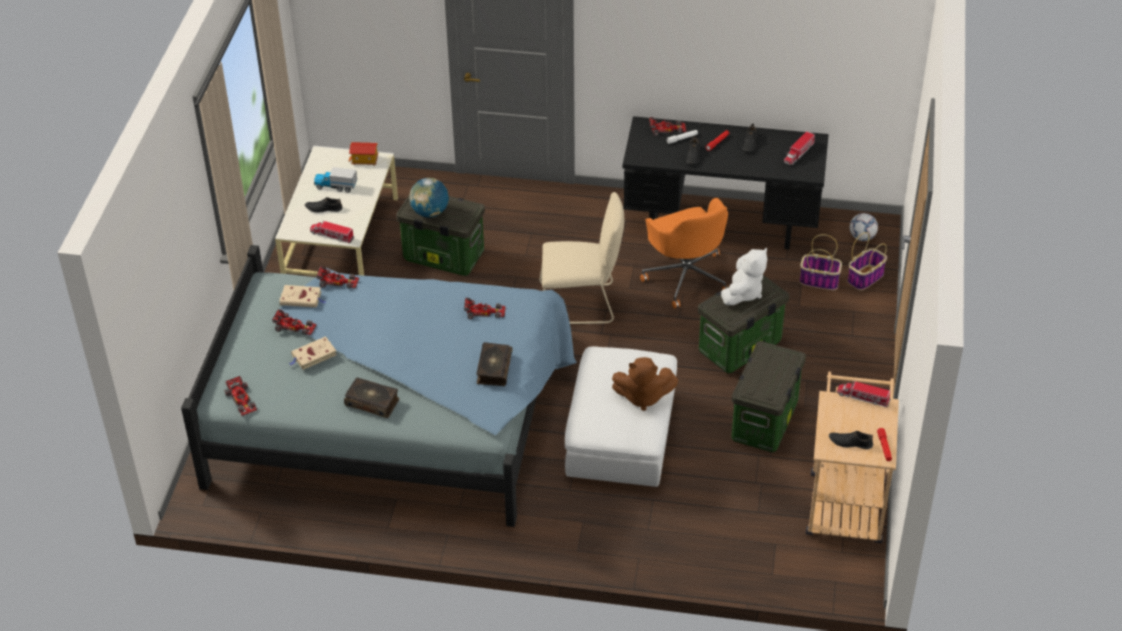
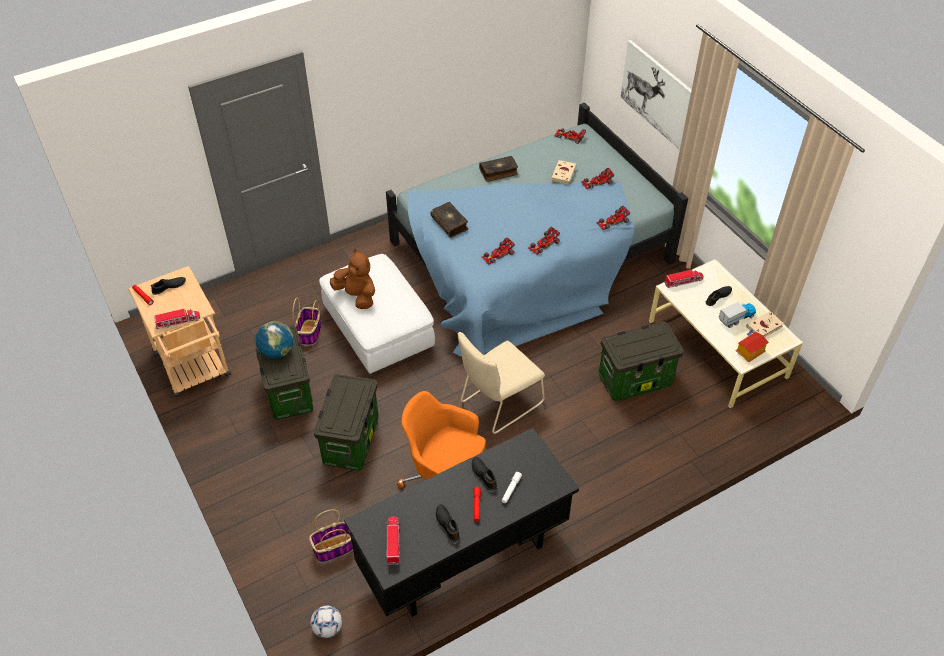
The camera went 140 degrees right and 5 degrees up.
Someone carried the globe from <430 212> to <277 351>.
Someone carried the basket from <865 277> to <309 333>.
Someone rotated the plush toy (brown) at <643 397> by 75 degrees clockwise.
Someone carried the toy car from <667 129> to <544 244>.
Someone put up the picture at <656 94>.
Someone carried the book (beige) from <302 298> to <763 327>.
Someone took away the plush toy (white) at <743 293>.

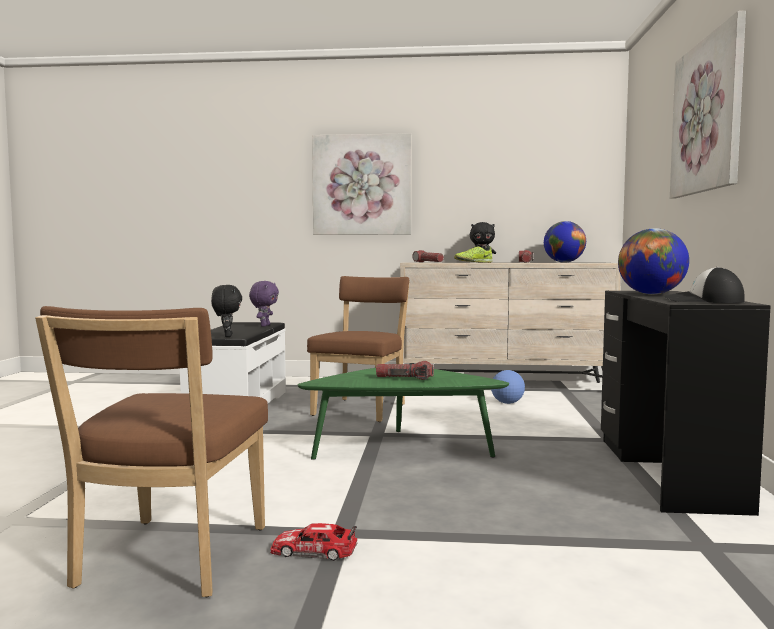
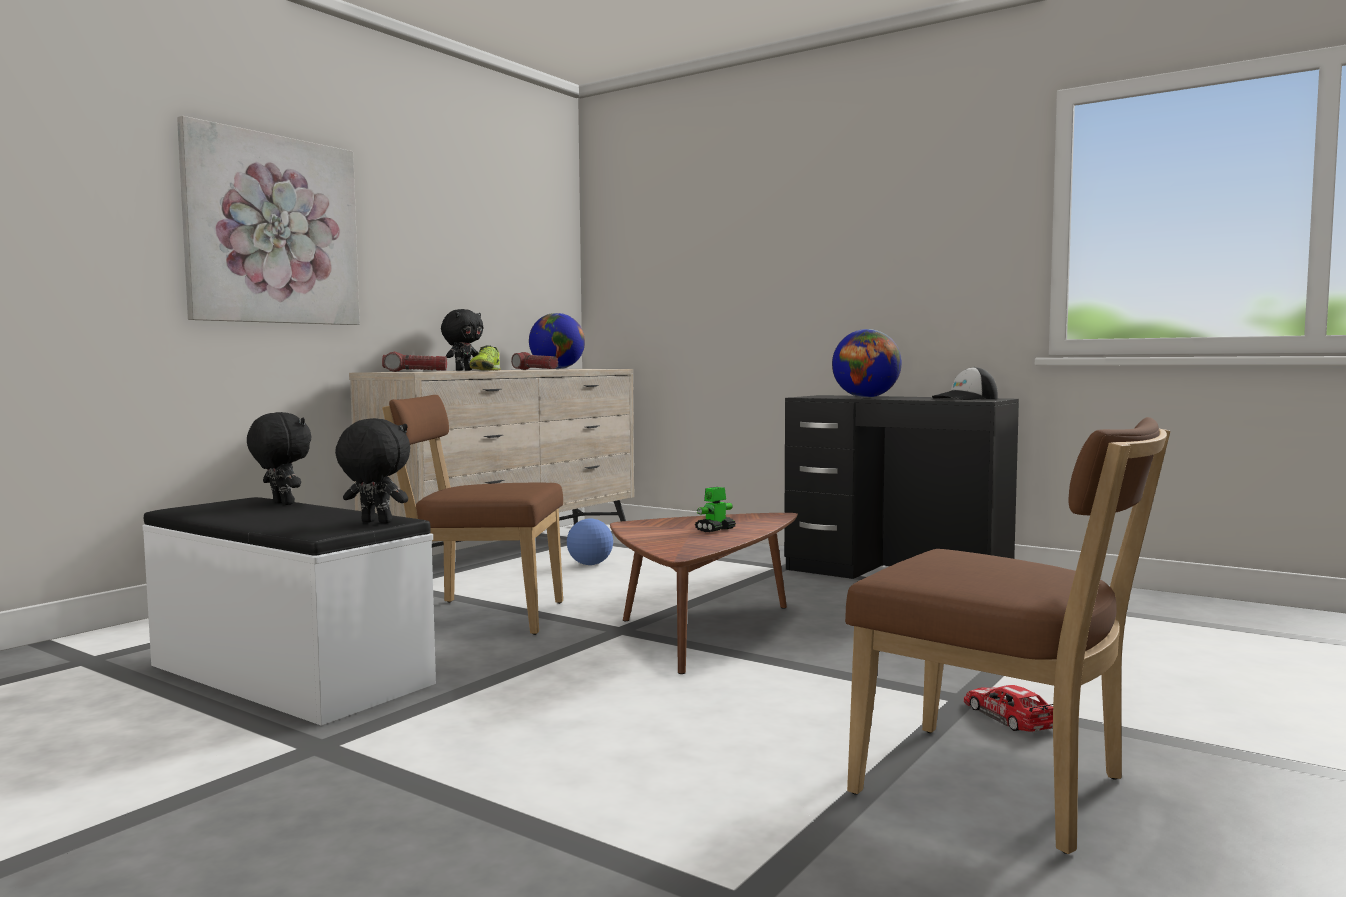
The camera went 60 degrees left and 0 degrees up.
Someone repainted the plush toy (purple) at <264 325>, which became the plush toy (black) at <281 503>.
Someone rotated the chair (brown) at <362 409> by 45 degrees counterclockwise.
Someone repainted the coffee table (green) at <401 448>, which became the coffee table (brown) at <701 631>.
Someone swapped the flashlight at <404 378> for the toy robot at <715 530>.
Someone rotated the toy car at <314 551> by 120 degrees clockwise.
Someone took away the picture at <707 116>.

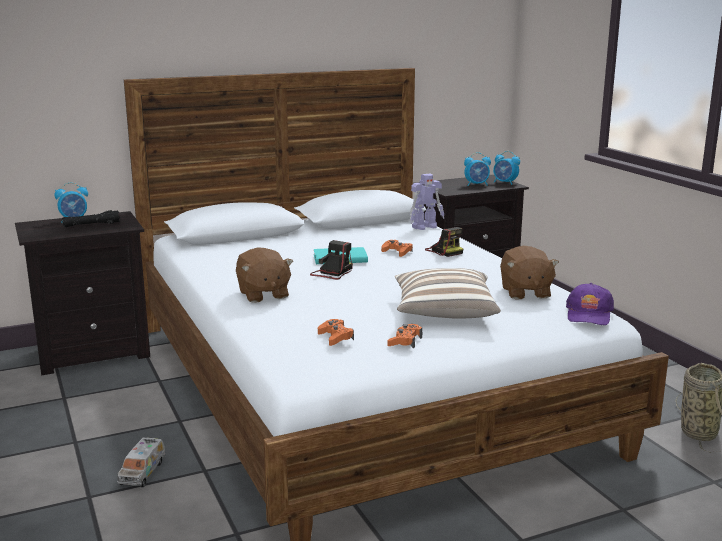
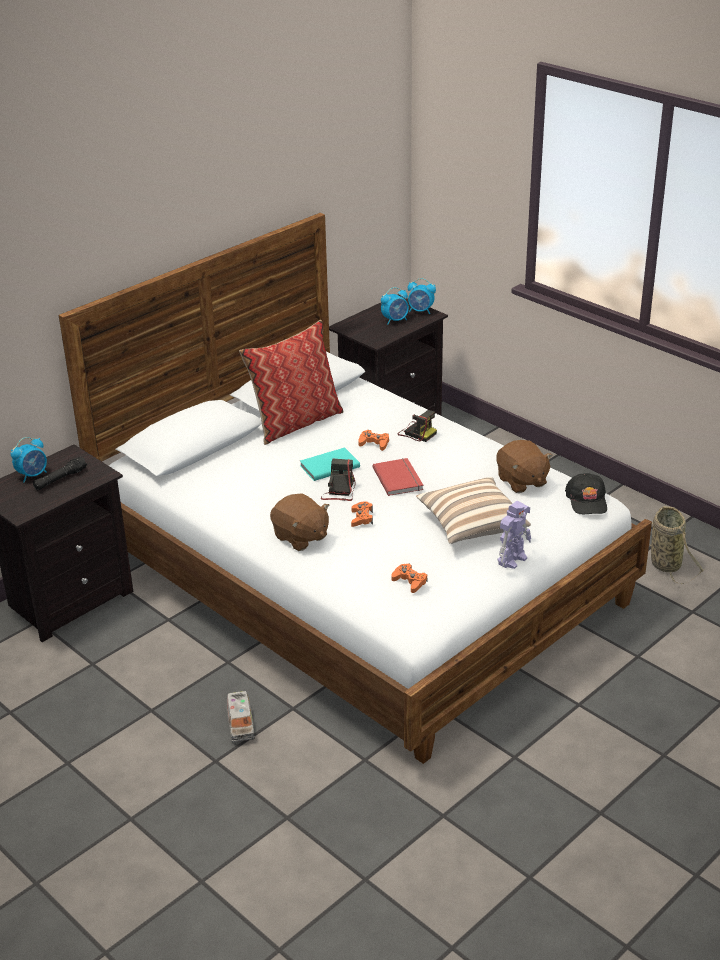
The camera went 20 degrees left and 15 degrees up.
Someone put down the pillow at <295 422>.
Someone carried the game controller (orange) from <405 341> to <362 518>.
Someone put down the book (red) at <399 478>.
Someone carried the toy robot from <425 226> to <512 559>.
Someone repainted the cap (purple) at <589 314>, which became the cap (black) at <587 500>.

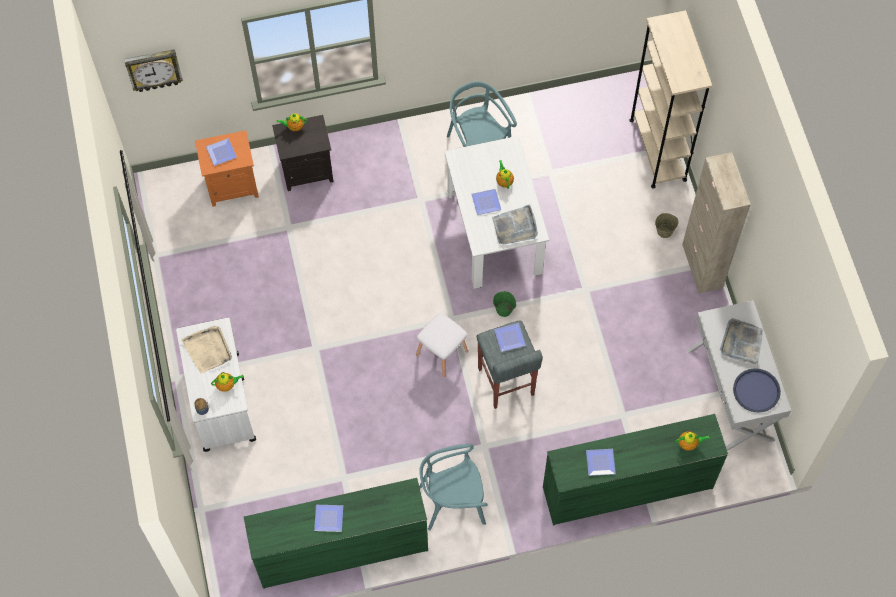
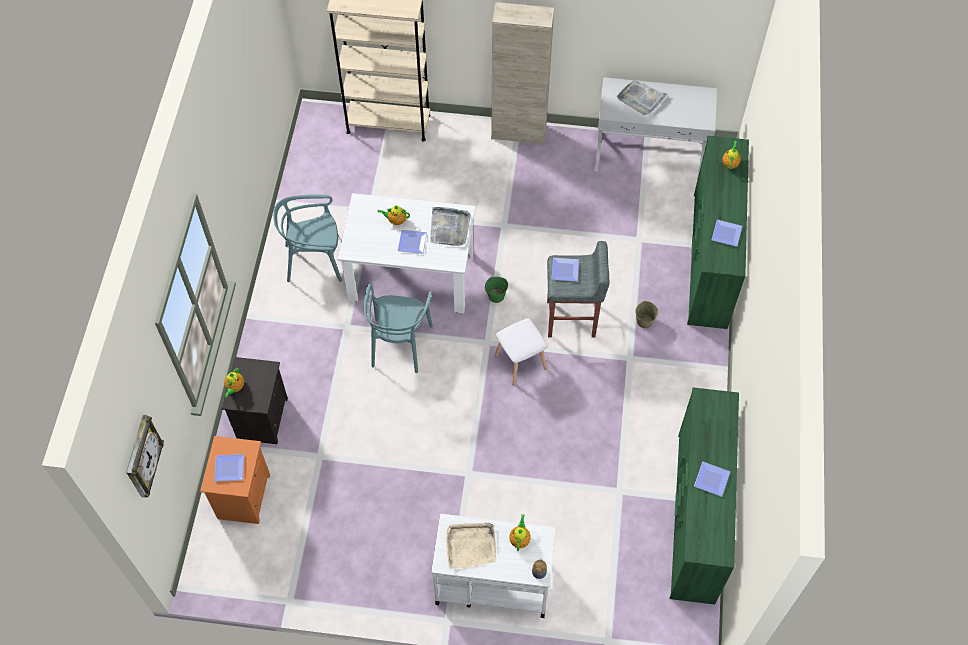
The camera went 70 degrees left and 5 degrees down.
Someone carried the chair (turquoise) from <452 502> to <399 344>.
Someone carried the bucket (beige) from <665 231> to <644 321>.
Someone took away the tray (blue) at <756 391>.

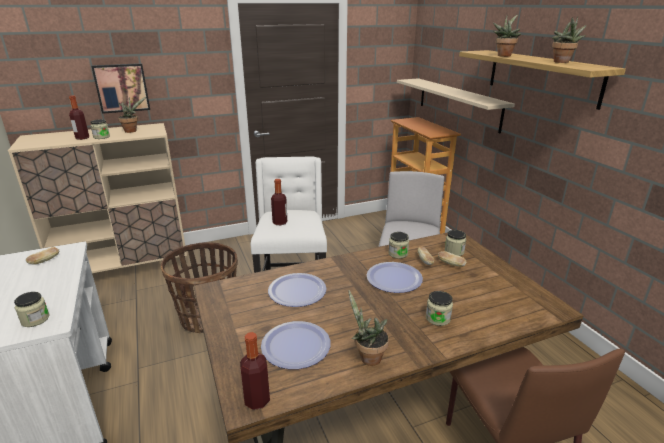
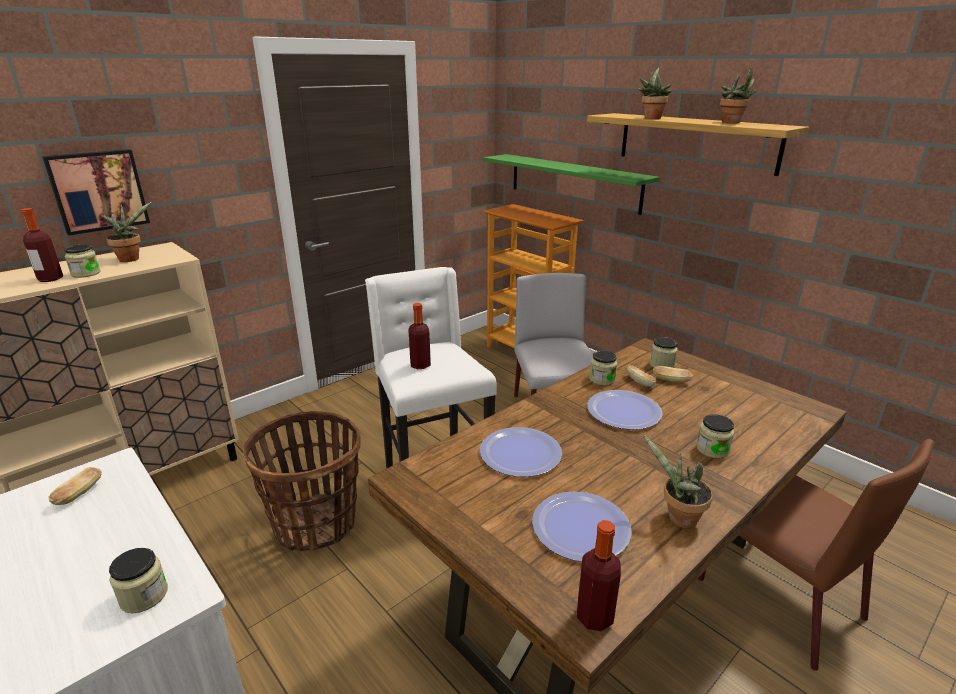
The camera went 20 degrees left and 0 degrees up.
Someone repainted the shelf (beige) at <458 103>, which became the shelf (green) at <573 182>.

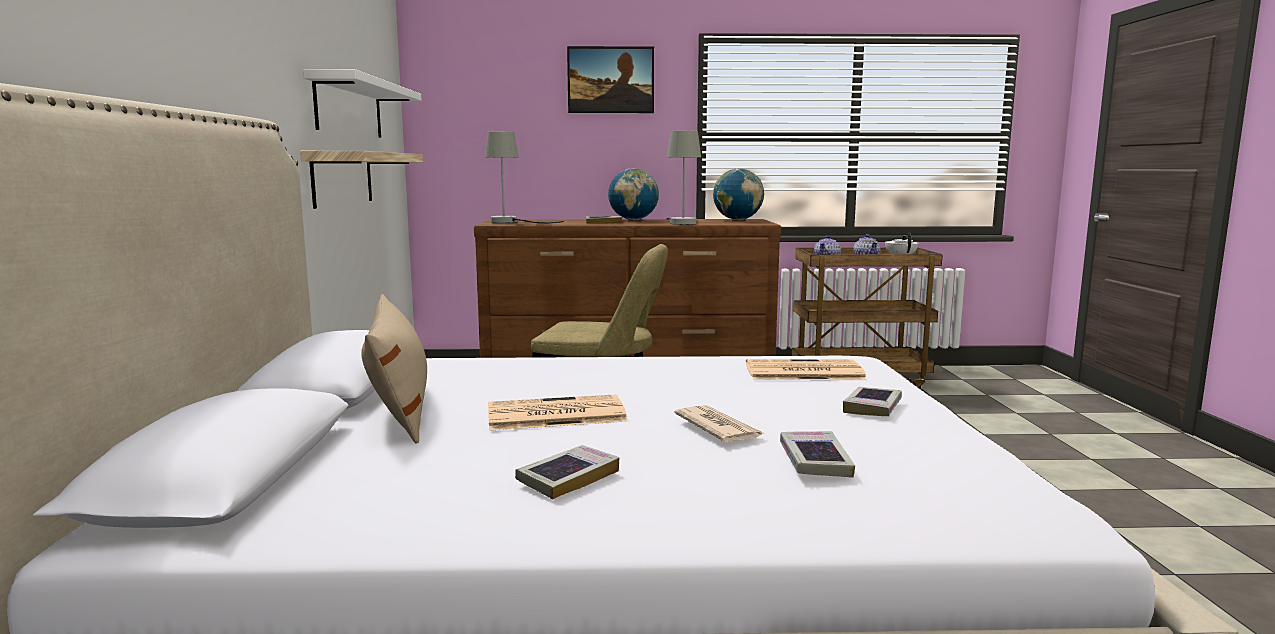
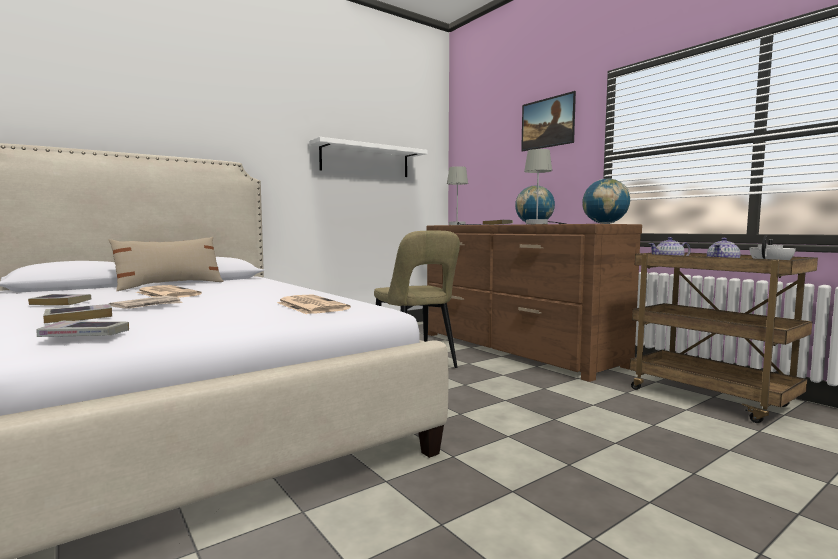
The camera went 55 degrees right and 5 degrees down.
Someone carried the book from <872 407> to <85 335>.
Someone took away the shelf at <343 178>.

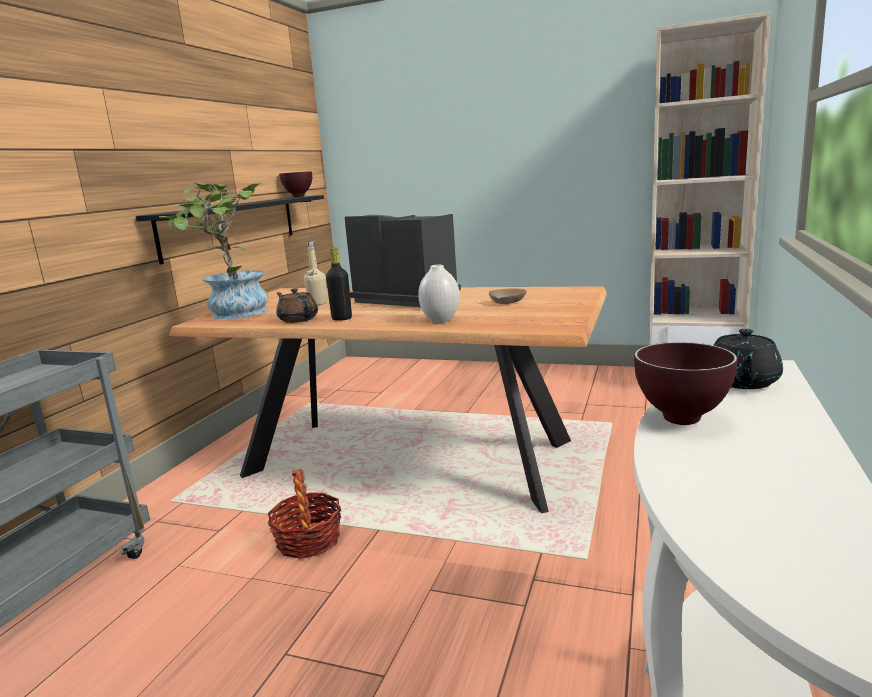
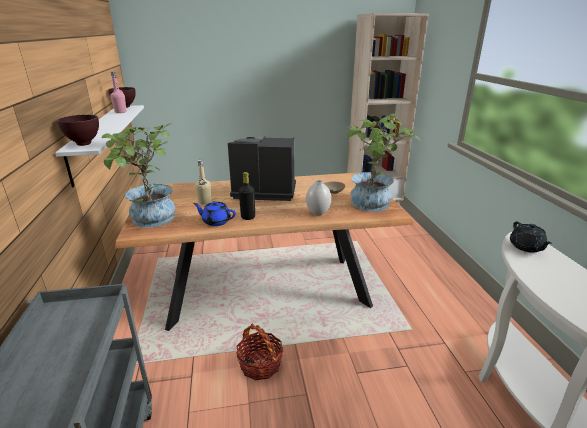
The camera went 30 degrees left and 10 degrees up.
Someone repainted the shelf (black) at <232 226>, which became the shelf (white) at <96 140>.
Someone carried the bowl (brown) from <682 419> to <84 144>.
Someone put down the bottle (pink) at <120 112>.
Someone repainted the teapot (brown) at <298 319>, which became the teapot (blue) at <216 221>.
Someone put down the potted plant at <373 205>.

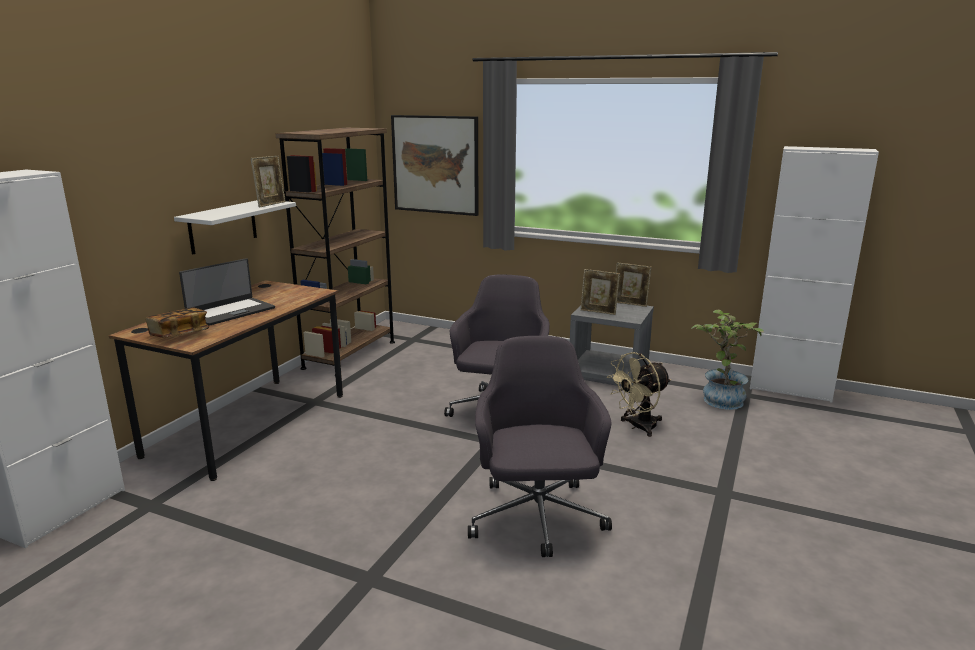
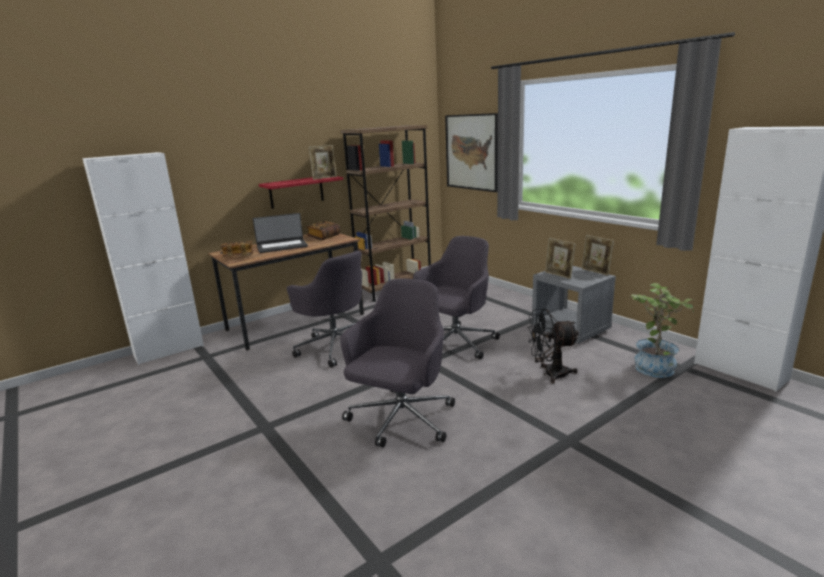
The camera went 30 degrees right and 0 degrees up.
Someone repainted the shelf (white) at <223 226>, which became the shelf (red) at <296 192>.
Someone put down the office chair (grey) at <335 346>.
Someone put down the book at <324 237>.
Someone repainted the fan (beige) at <638 427>, which became the fan (black) at <550 374>.

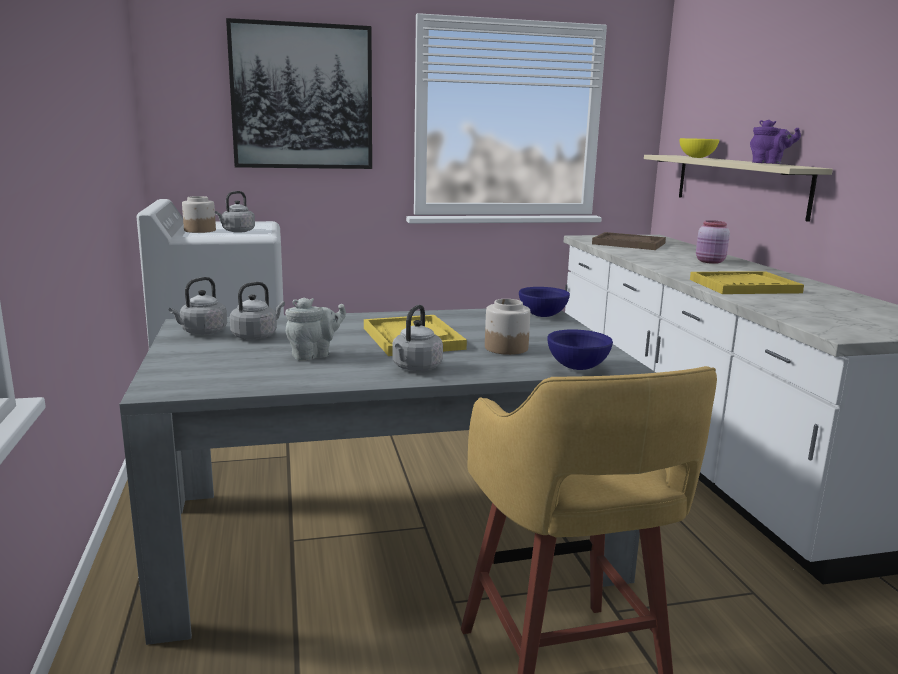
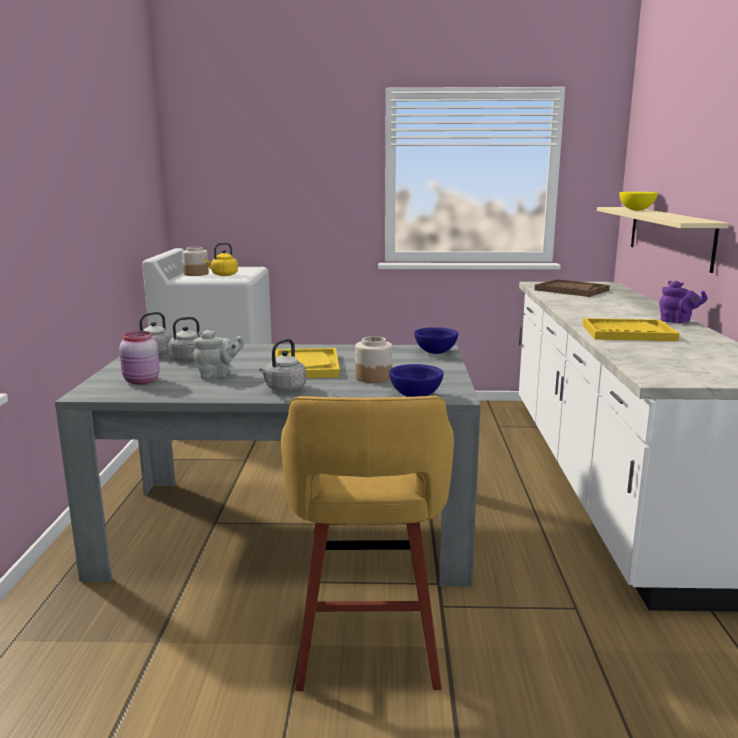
The camera went 15 degrees right and 0 degrees up.
Someone carried the jar (pink) from <710 262> to <141 381>.
Someone repainted the kettle (grey) at <237 231>, which became the kettle (yellow) at <223 275>.
Someone carried the teapot (purple) from <769 163> to <677 322>.
Someone took away the picture at <302 97>.

